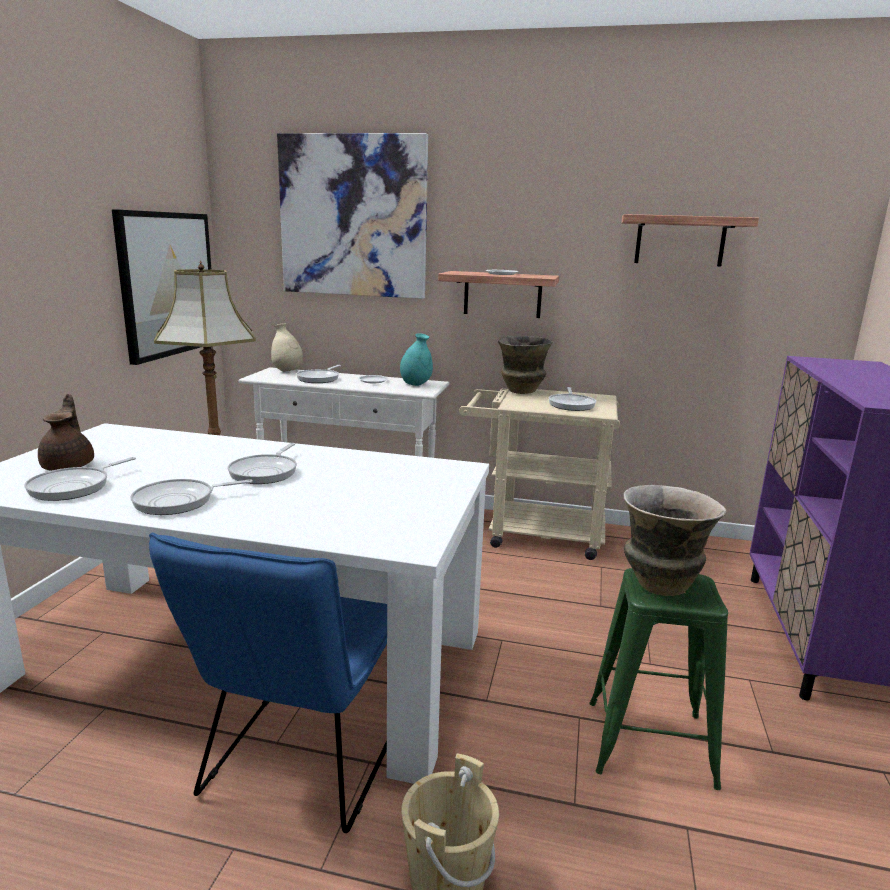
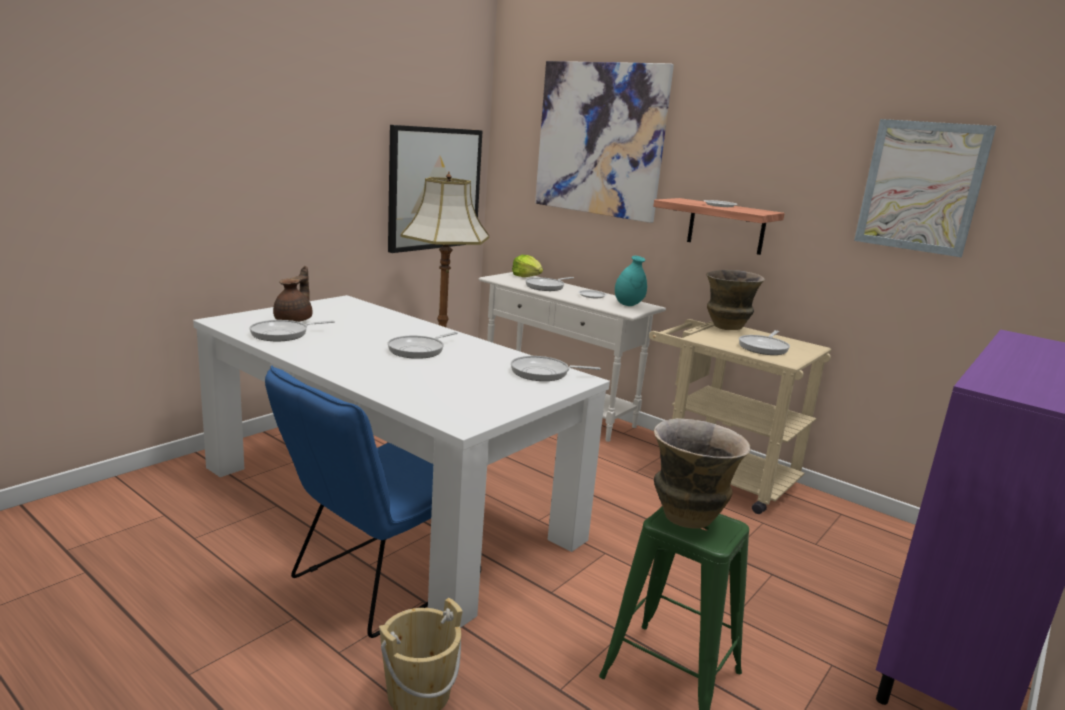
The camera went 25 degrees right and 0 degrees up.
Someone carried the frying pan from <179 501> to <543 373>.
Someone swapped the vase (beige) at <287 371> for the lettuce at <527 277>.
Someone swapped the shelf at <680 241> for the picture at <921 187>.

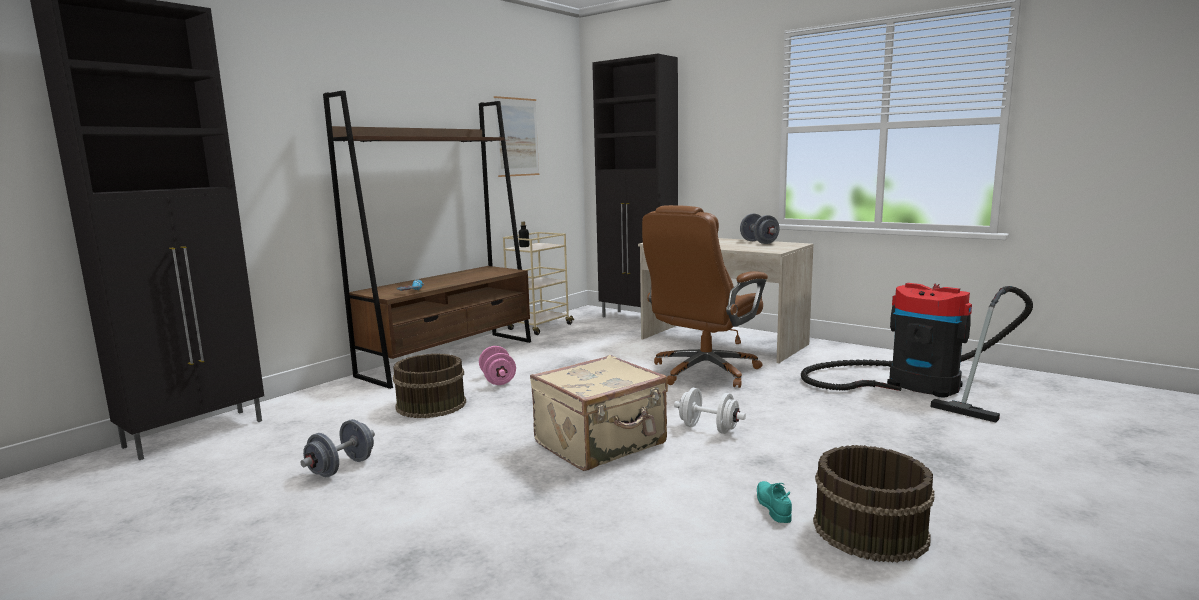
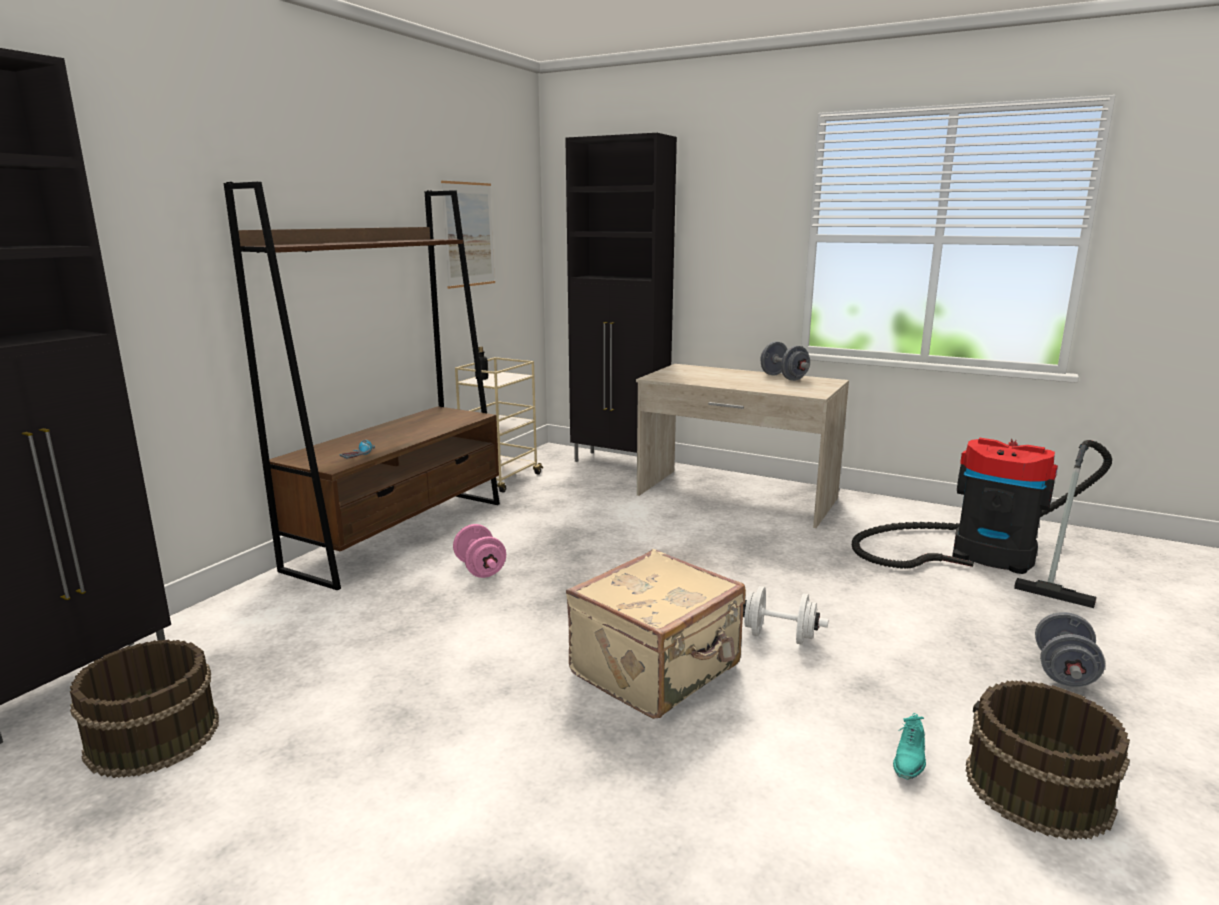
The camera went 10 degrees left and 5 degrees up.
Someone carried the bucket (brown) from <430 405> to <151 737>.
Someone rotated the shoe (turquoise) at <772 507> by 135 degrees counterclockwise.
Someone carried the dumbbell (grey) from <341 468> to <1063 672>.
Someone took away the office chair (brown) at <703 372>.

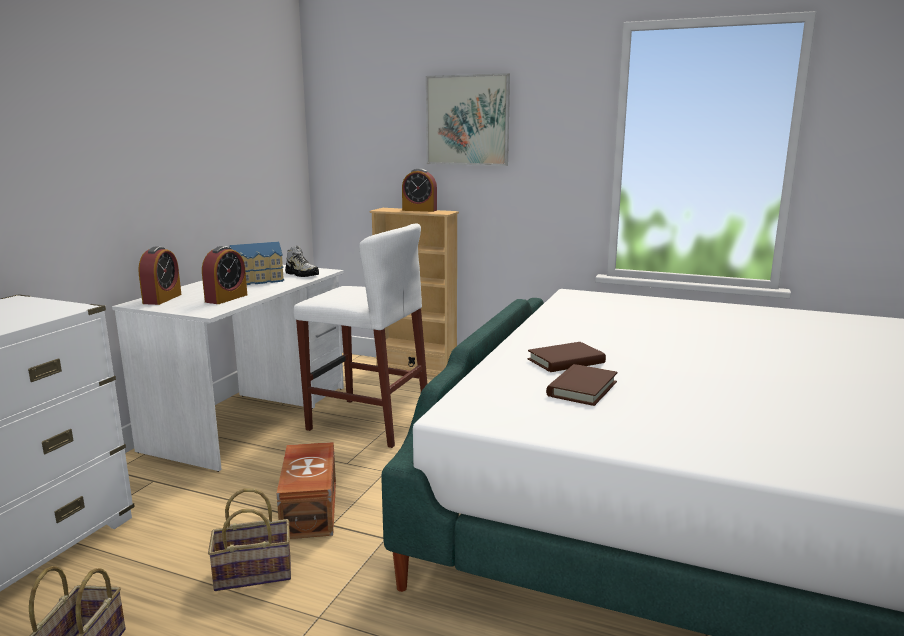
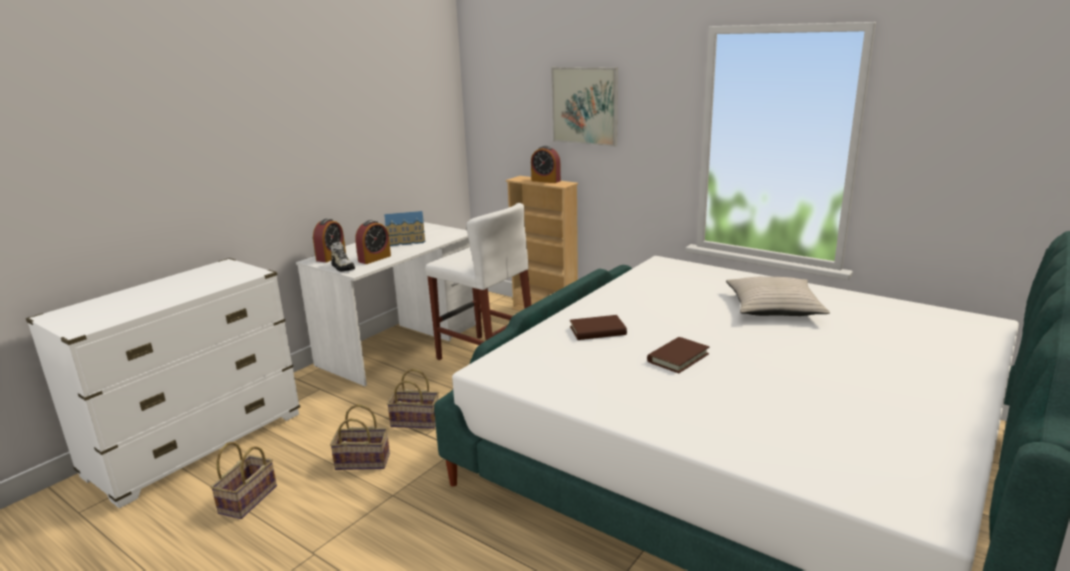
The camera went 15 degrees right and 5 degrees up.
Someone carried the shoe from <302 274> to <343 267>.
Someone swapped the storage box (brown) at <311 508> for the basket at <417 421>.
Someone carried the book (brown) from <582 389> to <678 358>.
Someone put down the pillow (beige) at <773 307>.

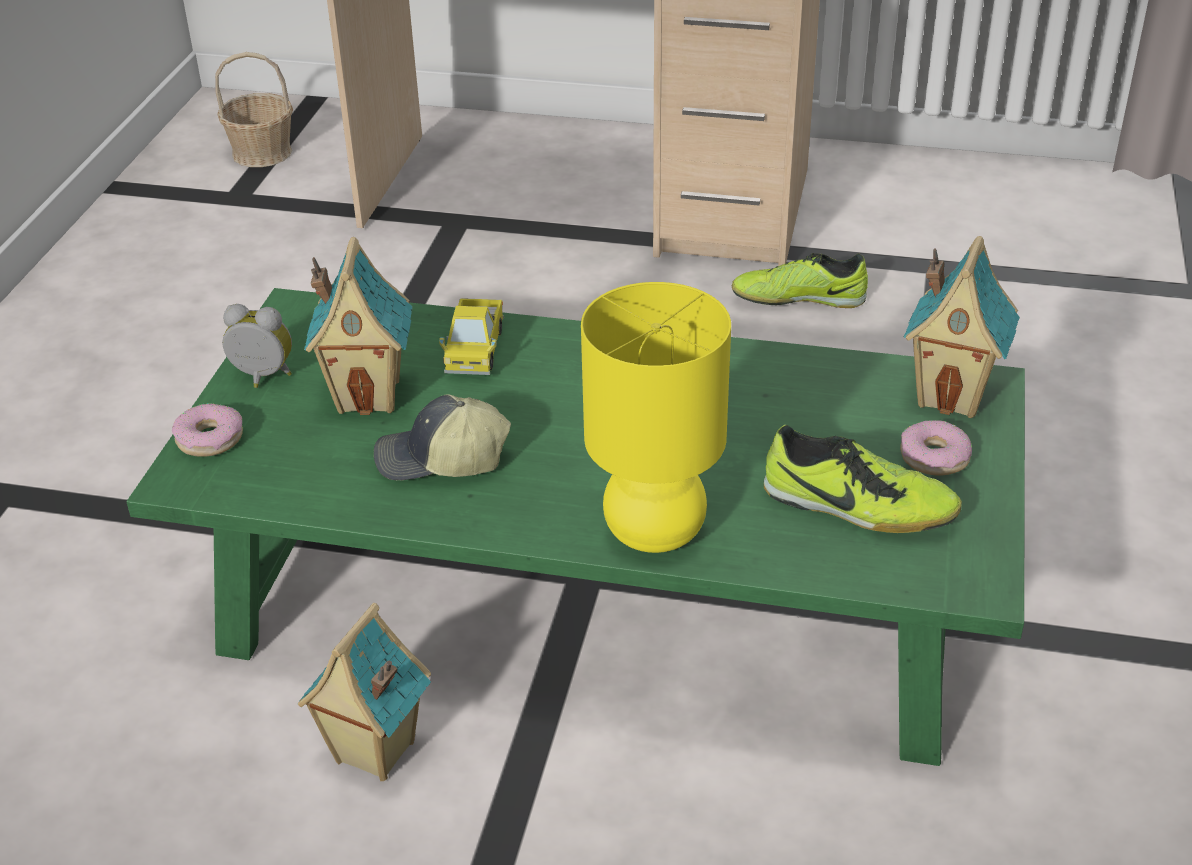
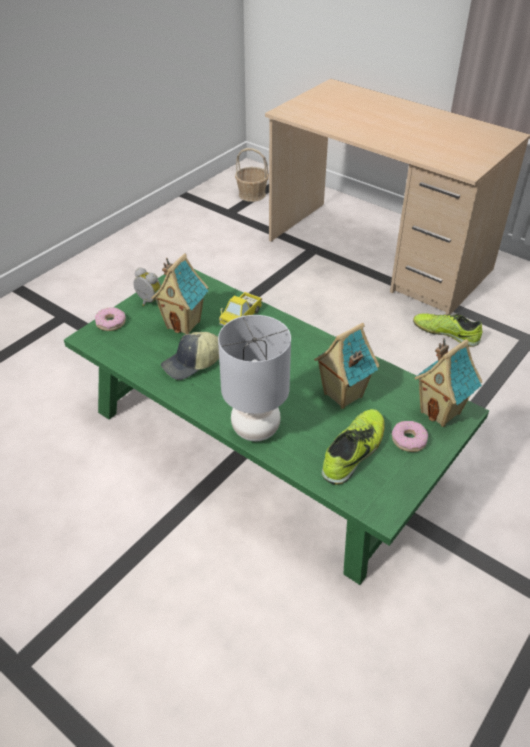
The camera went 25 degrees right and 5 degrees up.
Someone rotated the cap at <441 460> by 60 degrees counterclockwise.
Someone repainted the table lamp (yellow) at <654 530>, which became the table lamp (grey) at <256 429>.
Someone carried the toy house from <373 753> to <341 395>.
Someone rotated the shoe at <857 507> by 105 degrees counterclockwise.

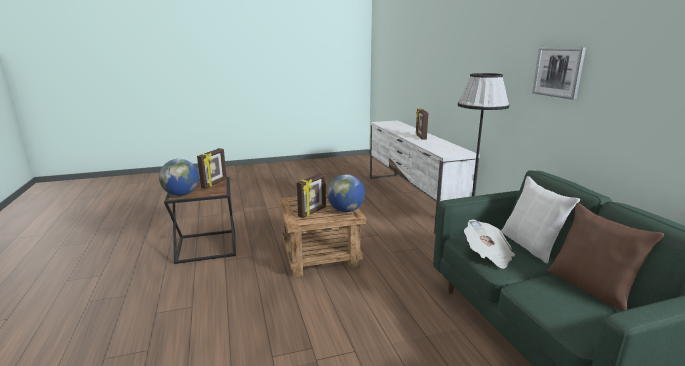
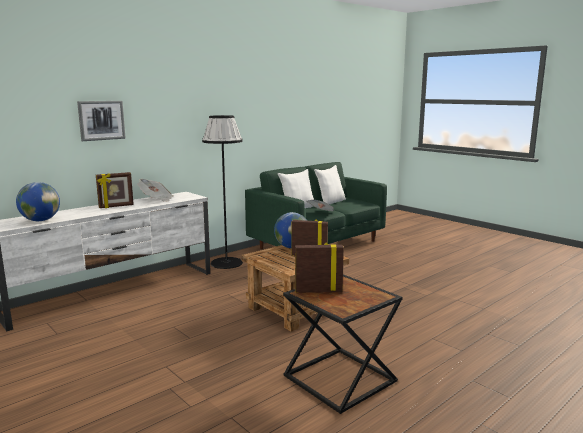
The camera went 115 degrees left and 5 degrees down.
Someone carried the globe from <181 194> to <40 220>.
Someone carried the picture from <558 72> to <101 120>.
Someone put down the newspaper at <156 199>.
Someone repainted the pillow (brown) at <591 288>, which became the pillow (white) at <330 202>.

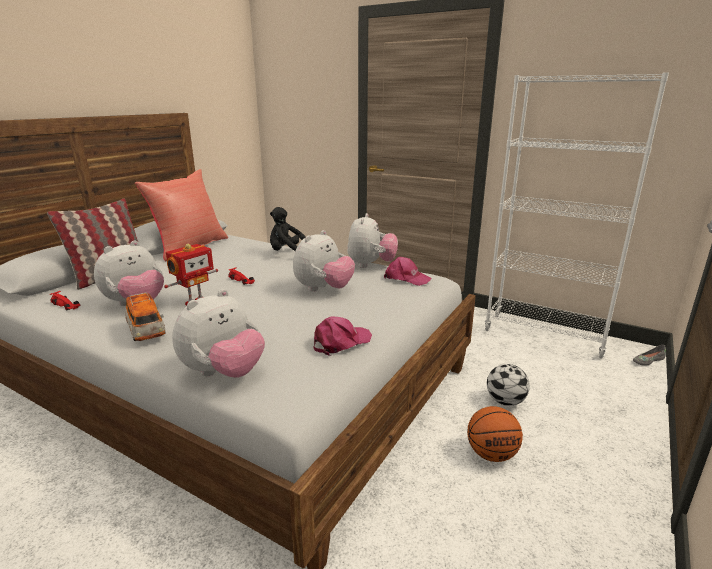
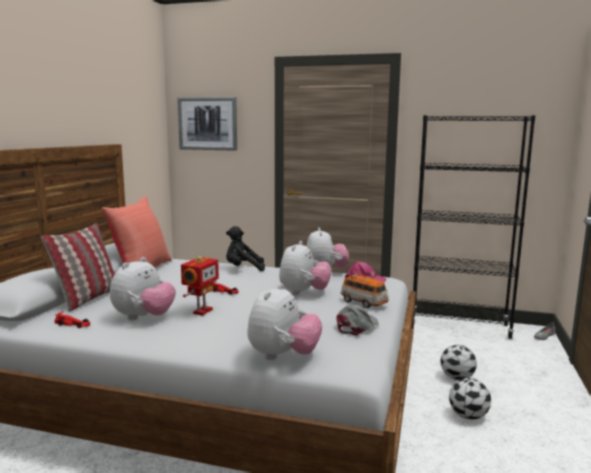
The camera went 15 degrees left and 10 degrees down.
Someone put up the picture at <207 123>.
Someone repainted the cap (pink) at <341 342>, which became the cap (grey) at <356 326>.
Someone carried the toy car from <146 331> to <364 303>.
Someone repainted the bookcase (white) at <544 335>, which became the bookcase (black) at <459 326>.
Someone swapped the basketball at <491 454> for the football at <468 416>.

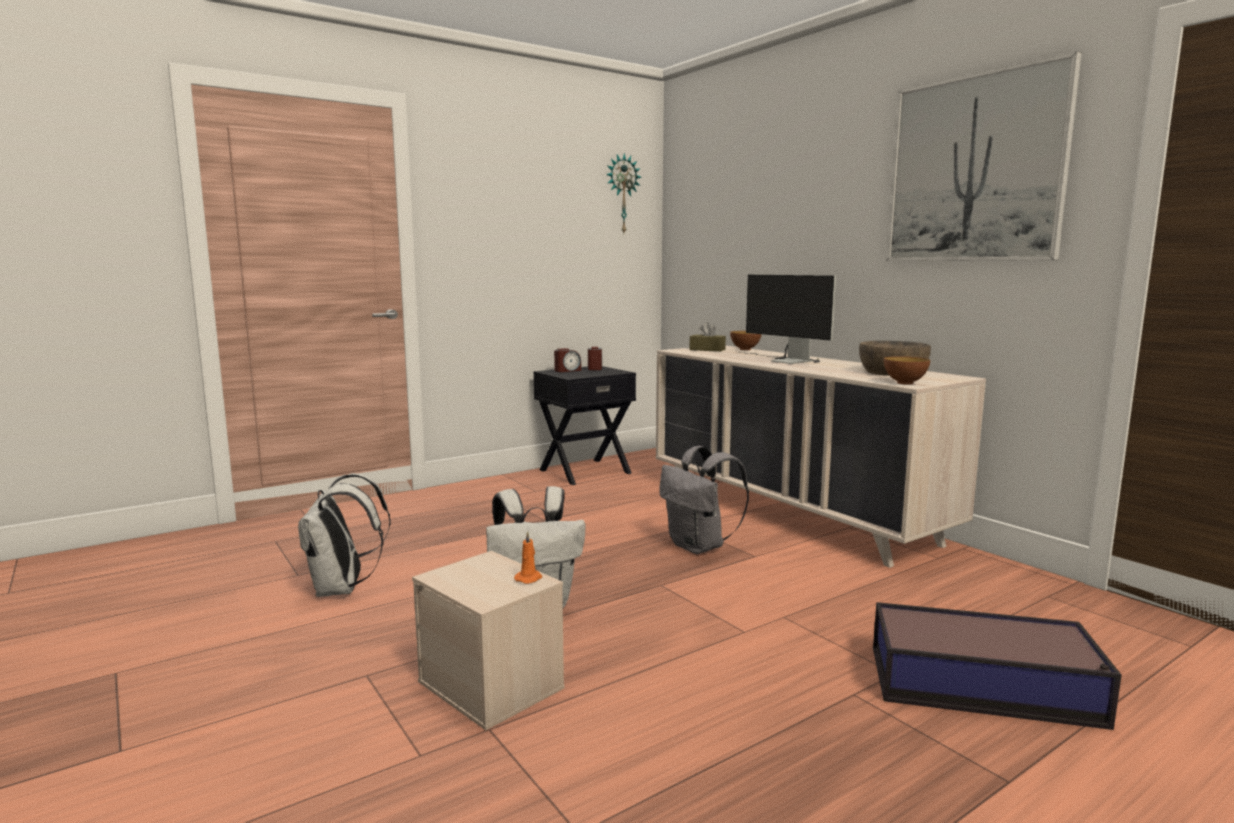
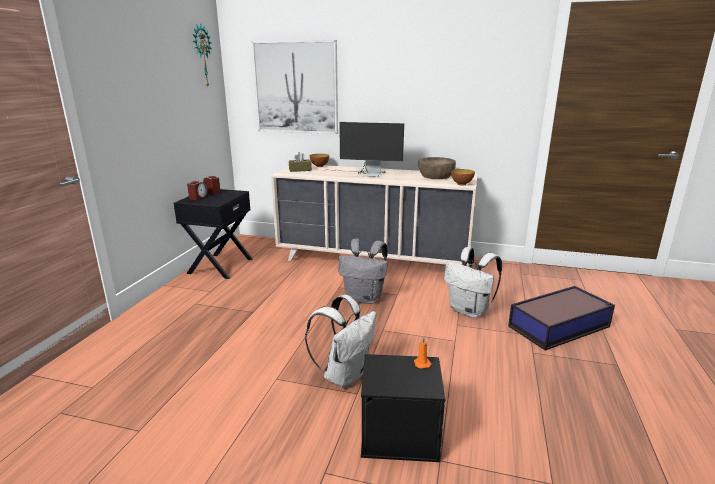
The camera went 40 degrees left and 10 degrees up.
Someone carried the picture from <974 169> to <296 87>.
Someone repainted the storage box (beige) at <493 685>, which became the storage box (black) at <400 434>.
Someone carried the backpack (white) from <342 589> to <469 311>.

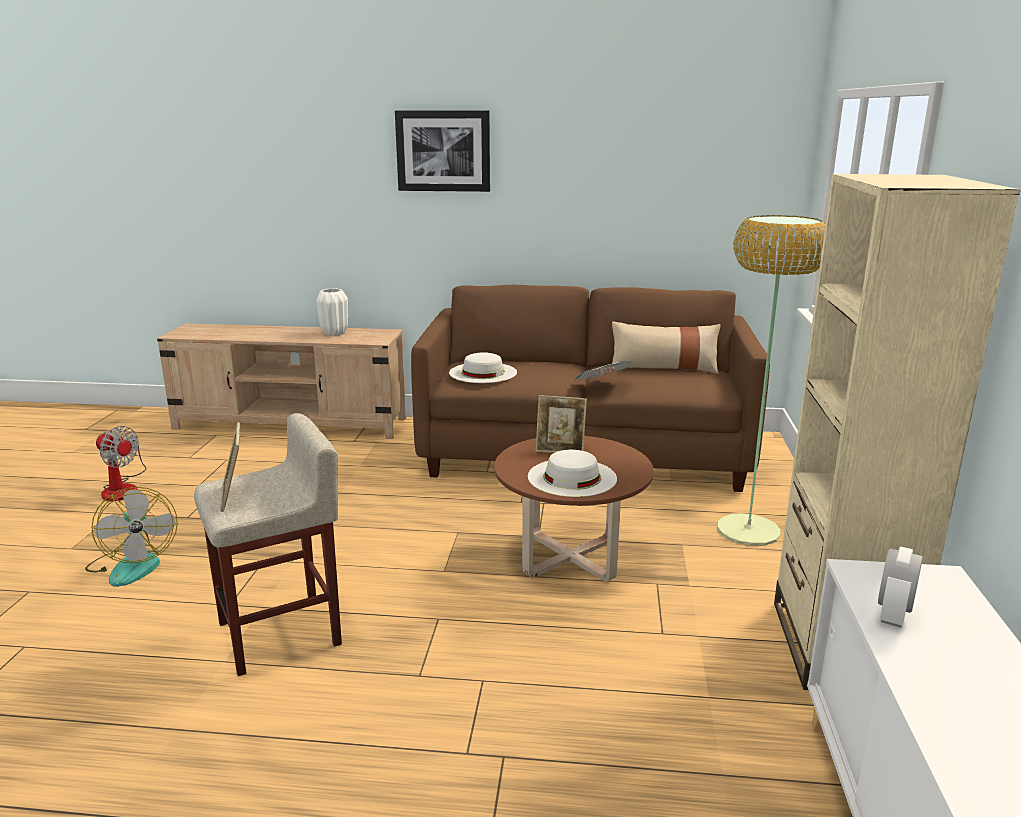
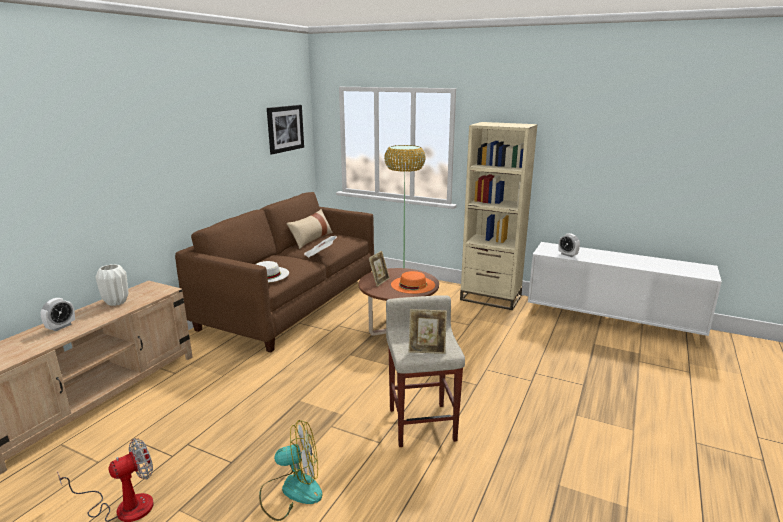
The camera went 70 degrees left and 0 degrees up.
Someone put down the alarm clock at <61 327>.
Someone carried the picture from <443 151> to <285 128>.
Someone repainted the hat (white) at <572 477>, which became the hat (orange) at <413 284>.

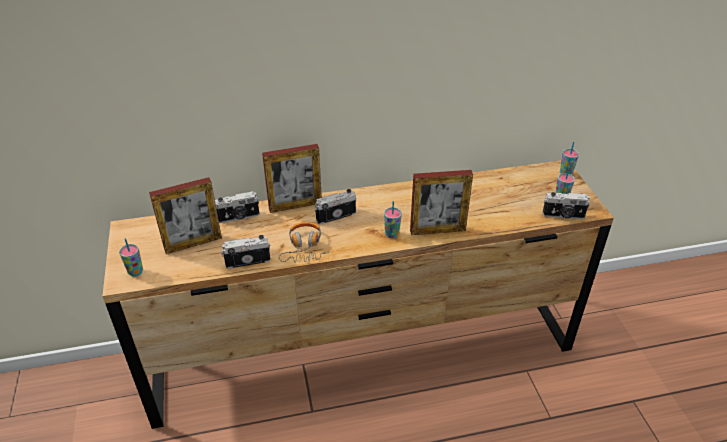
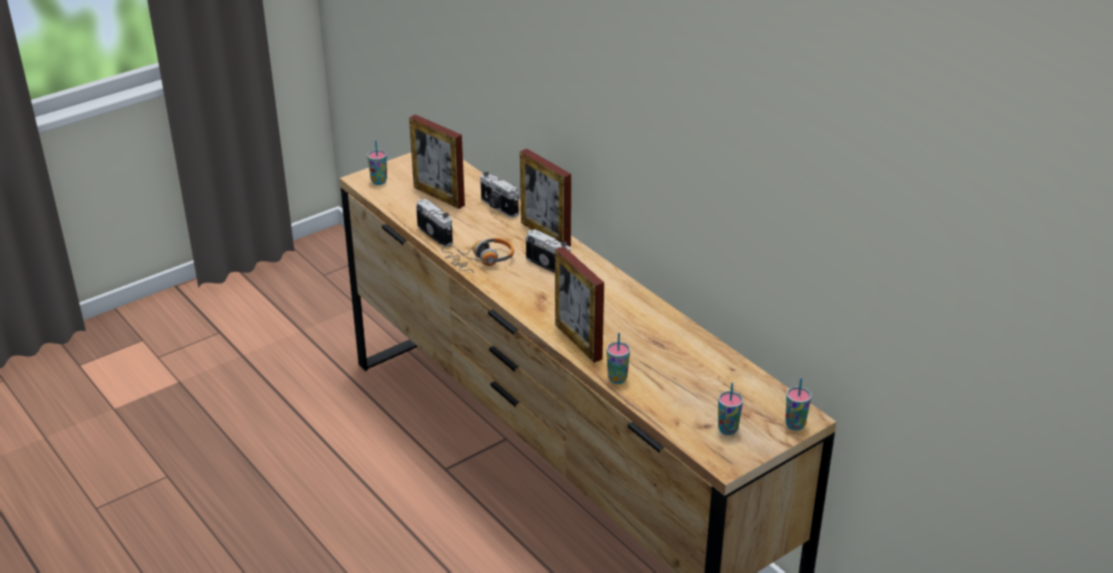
The camera went 65 degrees right and 5 degrees down.
Someone carried the cup from <392 234> to <617 379>.
Someone took away the photo camera at <563 216>.

